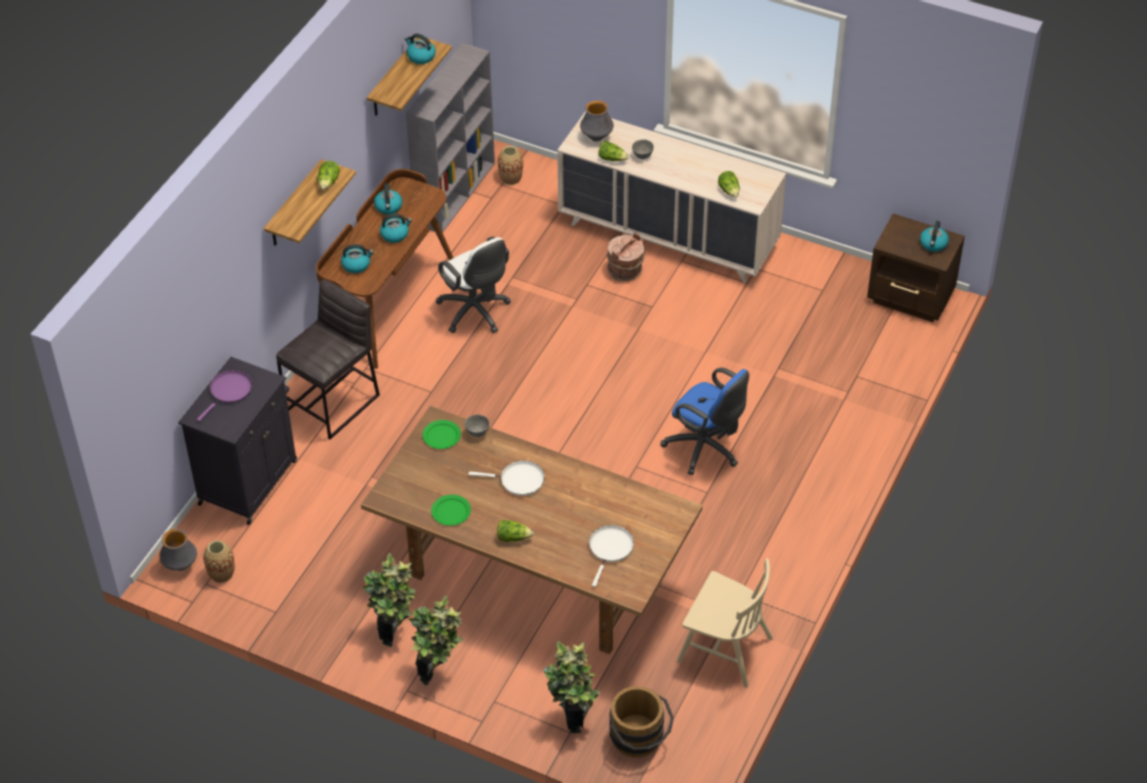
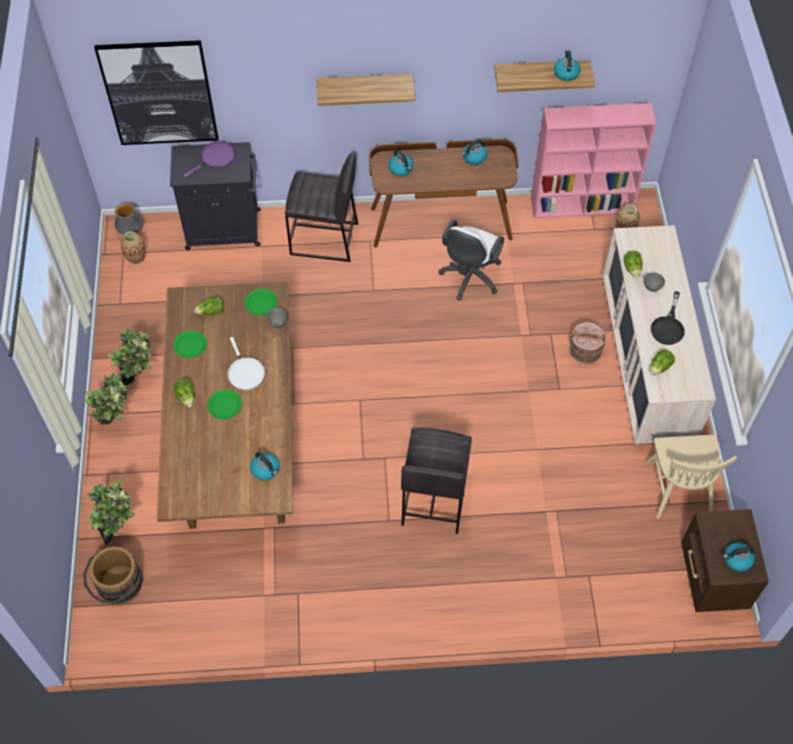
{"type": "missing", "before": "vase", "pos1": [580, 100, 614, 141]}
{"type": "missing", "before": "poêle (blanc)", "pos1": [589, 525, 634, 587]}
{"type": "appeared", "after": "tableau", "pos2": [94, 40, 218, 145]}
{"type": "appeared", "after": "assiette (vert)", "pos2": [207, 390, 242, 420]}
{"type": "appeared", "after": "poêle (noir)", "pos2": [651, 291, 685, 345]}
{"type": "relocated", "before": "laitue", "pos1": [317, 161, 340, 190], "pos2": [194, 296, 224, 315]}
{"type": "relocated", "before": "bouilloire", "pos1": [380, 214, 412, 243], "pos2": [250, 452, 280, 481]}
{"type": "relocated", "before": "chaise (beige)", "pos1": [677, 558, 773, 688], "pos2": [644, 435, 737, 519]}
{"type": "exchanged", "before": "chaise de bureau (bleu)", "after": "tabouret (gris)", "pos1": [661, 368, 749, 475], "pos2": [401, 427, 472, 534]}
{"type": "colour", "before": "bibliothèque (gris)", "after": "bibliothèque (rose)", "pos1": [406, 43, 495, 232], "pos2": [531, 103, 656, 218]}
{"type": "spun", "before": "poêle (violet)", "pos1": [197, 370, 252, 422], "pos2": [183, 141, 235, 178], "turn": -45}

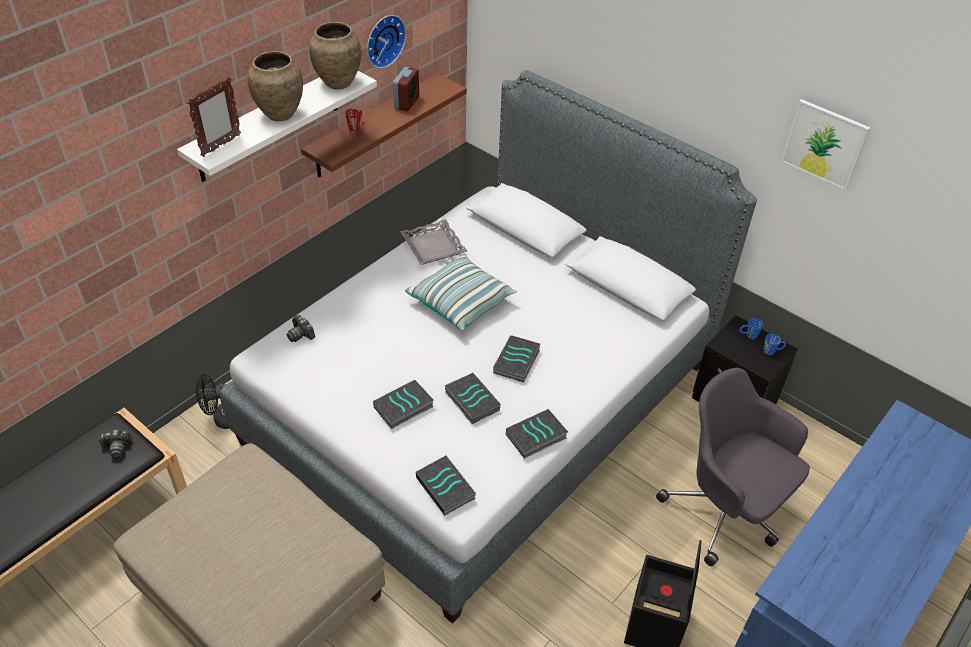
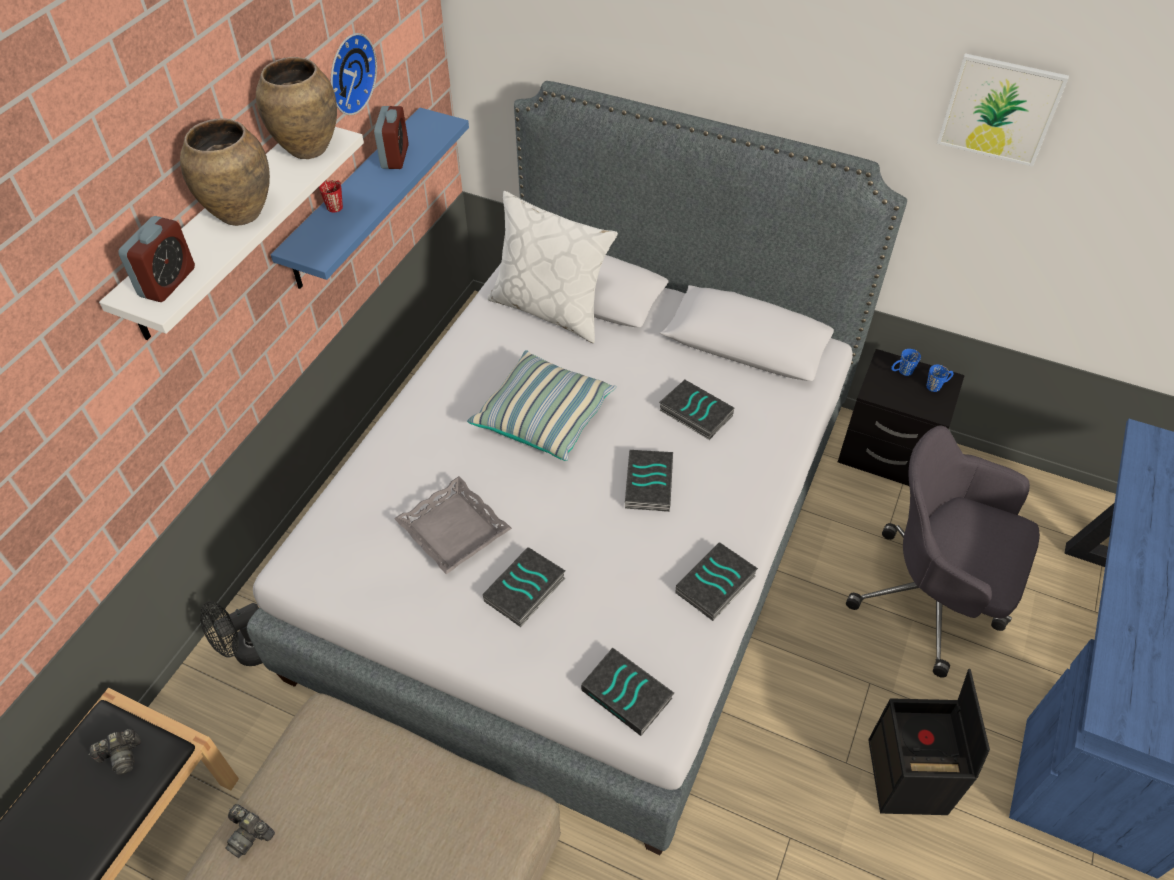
{"type": "appeared", "after": "coussin (blanc)", "pos2": [488, 191, 618, 343]}
{"type": "relocated", "before": "appareil photo", "pos1": [287, 315, 315, 342], "pos2": [225, 804, 275, 858]}
{"type": "relocated", "before": "plateau (gris)", "pos1": [400, 219, 467, 265], "pos2": [394, 476, 512, 574]}
{"type": "relocated", "before": "livre", "pos1": [444, 373, 501, 424], "pos2": [659, 380, 734, 440]}
{"type": "exchanged", "before": "cadre photo", "after": "réveil", "pos1": [187, 77, 241, 157], "pos2": [118, 216, 195, 302]}
{"type": "colour", "before": "étagère (marron)", "after": "étagère (bleu)", "pos1": [301, 74, 467, 178], "pos2": [271, 107, 469, 289]}

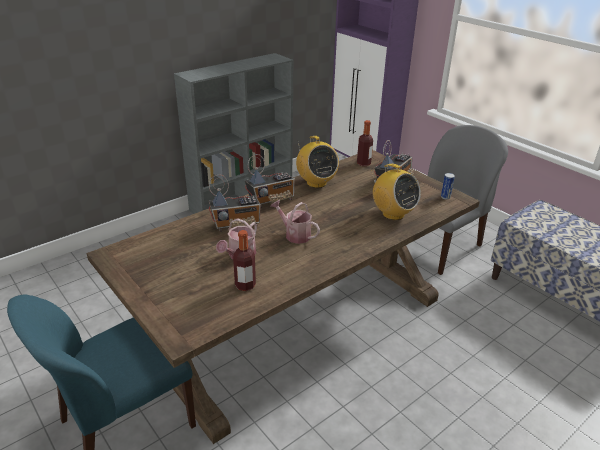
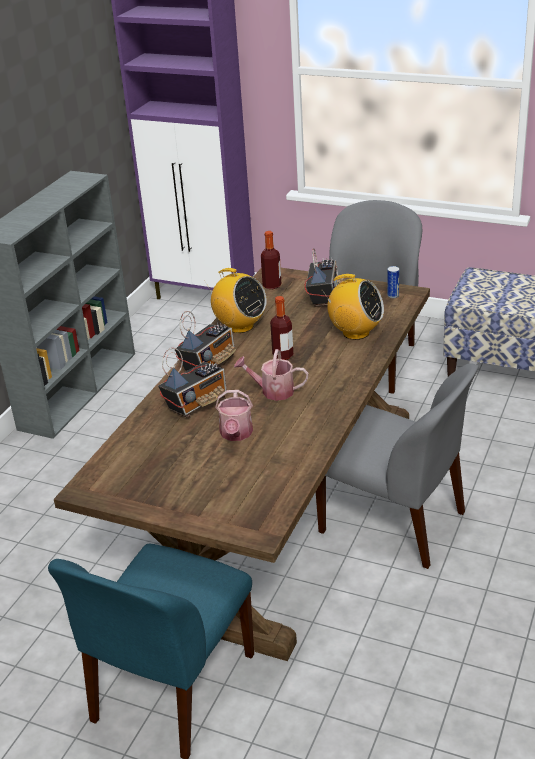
{"type": "appeared", "after": "chaise (gris)", "pos2": [316, 363, 479, 569]}
{"type": "relocated", "before": "bouteille", "pos1": [233, 230, 256, 291], "pos2": [270, 296, 293, 360]}

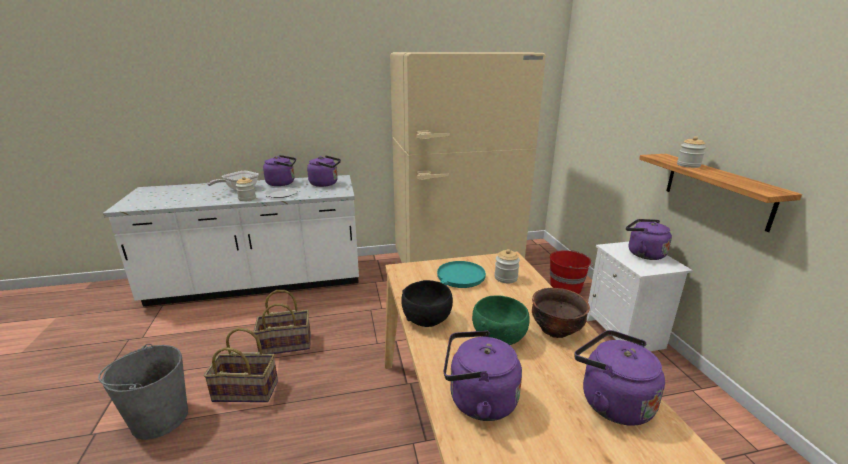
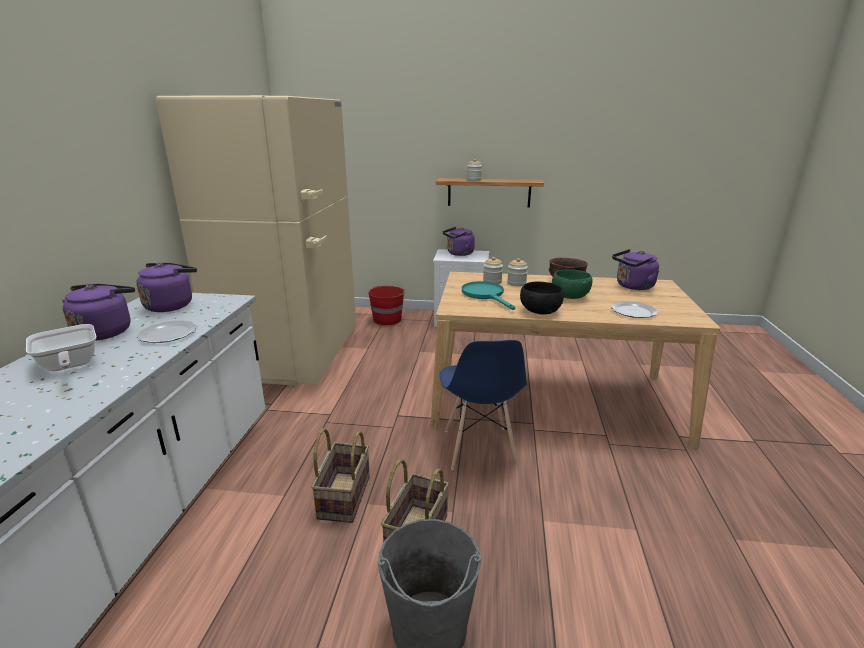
{"type": "appeared", "after": "chaise (bleu)", "pos2": [439, 340, 527, 470]}
{"type": "relocated", "before": "bocal", "pos1": [236, 177, 256, 201], "pos2": [507, 258, 528, 286]}
{"type": "exchanged", "before": "bouilloire (violet)", "after": "assiette", "pos1": [444, 331, 522, 421], "pos2": [611, 301, 658, 318]}

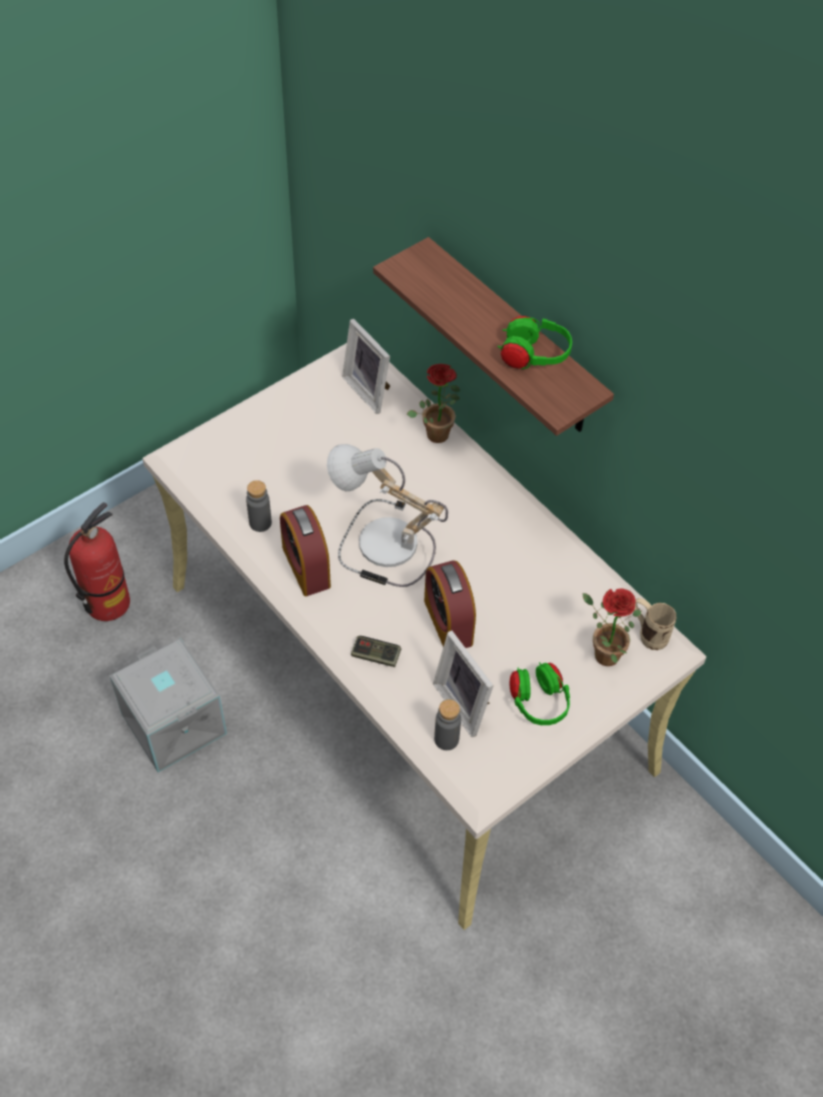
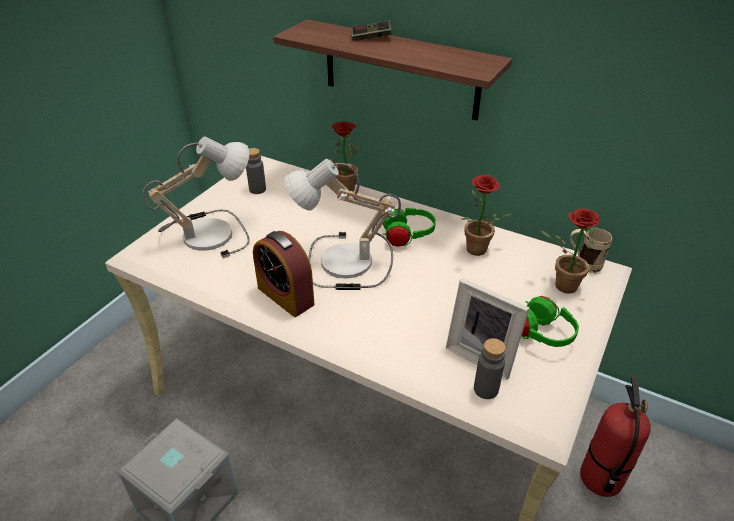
{"type": "missing", "before": "cadre photo", "pos1": [342, 319, 390, 414]}
{"type": "missing", "before": "réveil", "pos1": [424, 561, 476, 648]}
{"type": "appeared", "after": "lampe de table", "pos2": [143, 136, 250, 258]}
{"type": "appeared", "after": "plante en pot", "pos2": [462, 175, 513, 256]}
{"type": "relocated", "before": "extincteur", "pos1": [64, 502, 130, 621], "pos2": [580, 375, 651, 497]}
{"type": "relocated", "before": "bouteille (gris)", "pos1": [246, 480, 272, 532], "pos2": [246, 148, 266, 194]}
{"type": "relocated", "before": "manette", "pos1": [351, 636, 401, 667], "pos2": [351, 21, 392, 41]}
{"type": "relocated", "before": "casque audio (vert)", "pos1": [497, 316, 572, 369], "pos2": [382, 208, 436, 247]}

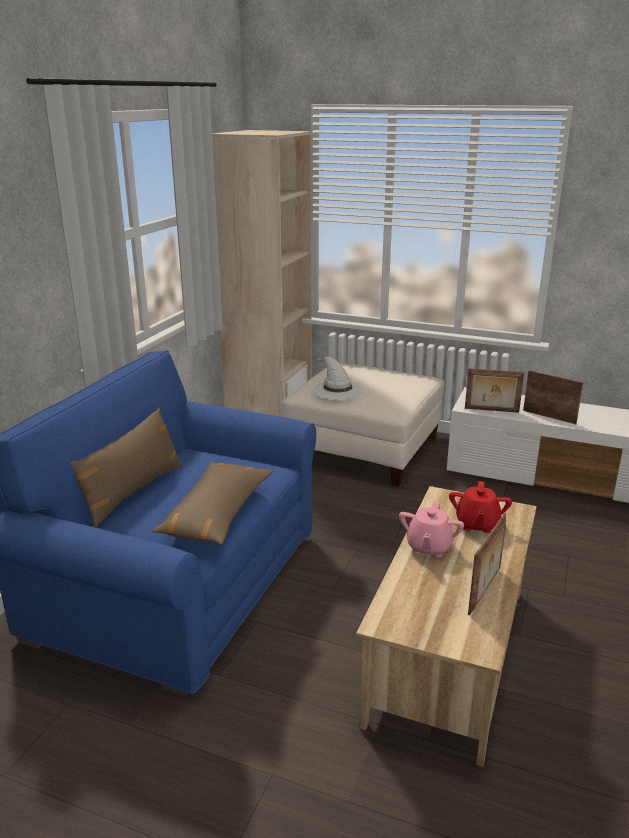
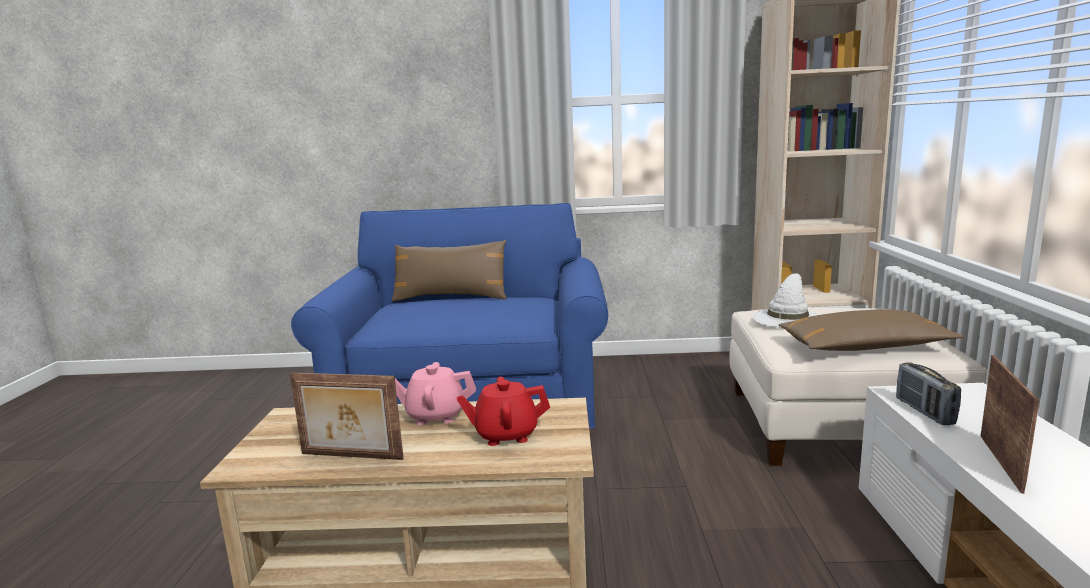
{"type": "relocated", "before": "coussin (marron)", "pos1": [152, 462, 273, 545], "pos2": [779, 309, 963, 351]}
{"type": "exchanged", "before": "cadre photo", "after": "radio", "pos1": [465, 368, 524, 413], "pos2": [896, 362, 961, 425]}

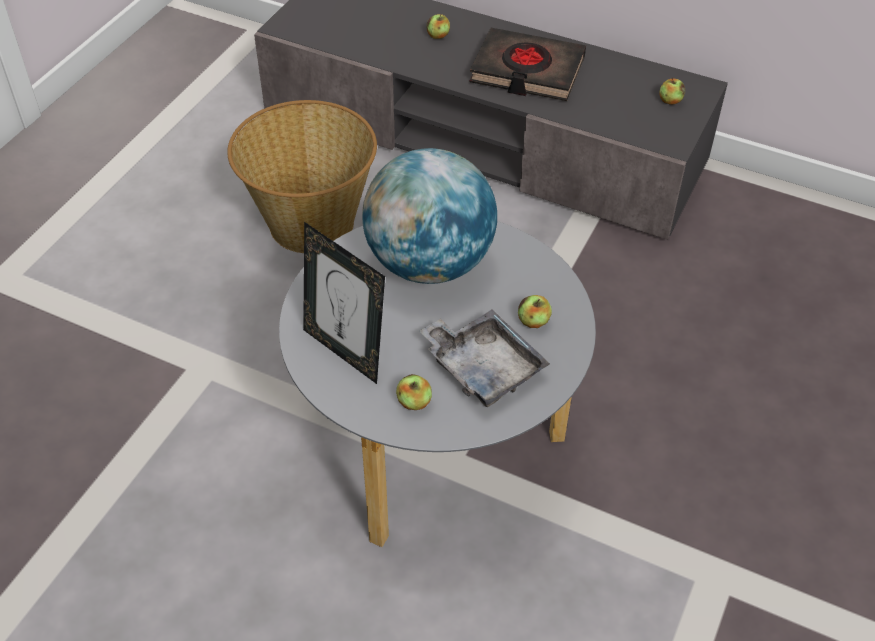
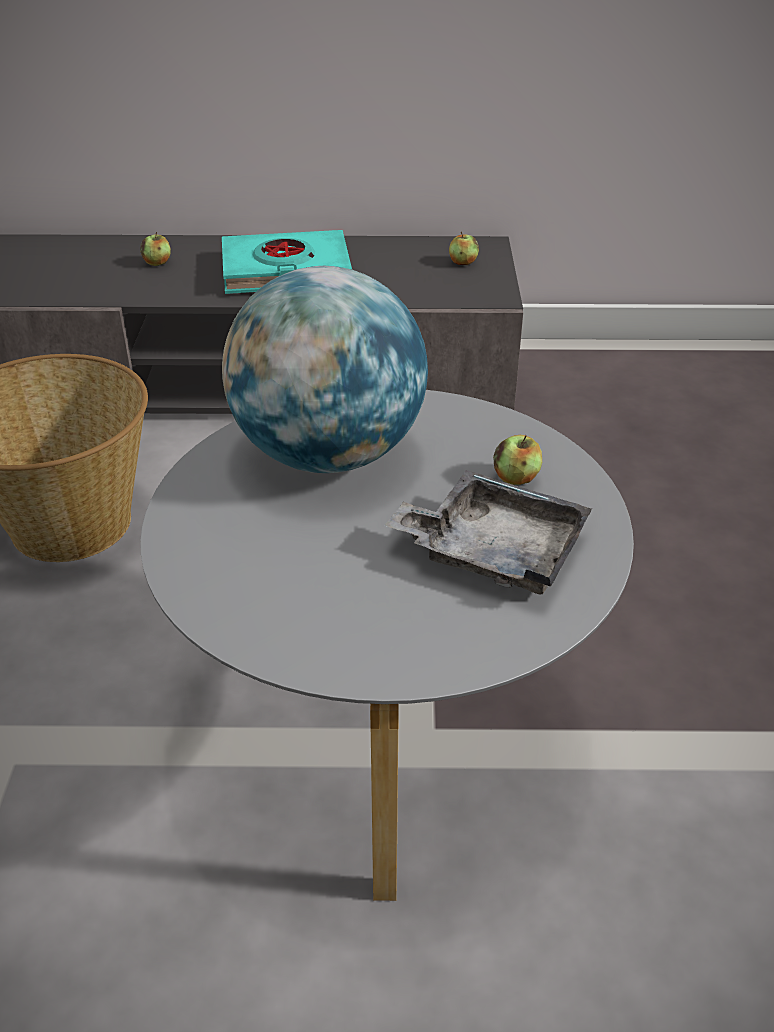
{"type": "missing", "before": "cadre photo", "pos1": [303, 222, 385, 384]}
{"type": "missing", "before": "pomme", "pos1": [396, 374, 432, 410]}
{"type": "colour", "before": "livre (noir)", "after": "livre (turquoise)", "pos1": [470, 28, 586, 101], "pos2": [222, 230, 352, 294]}

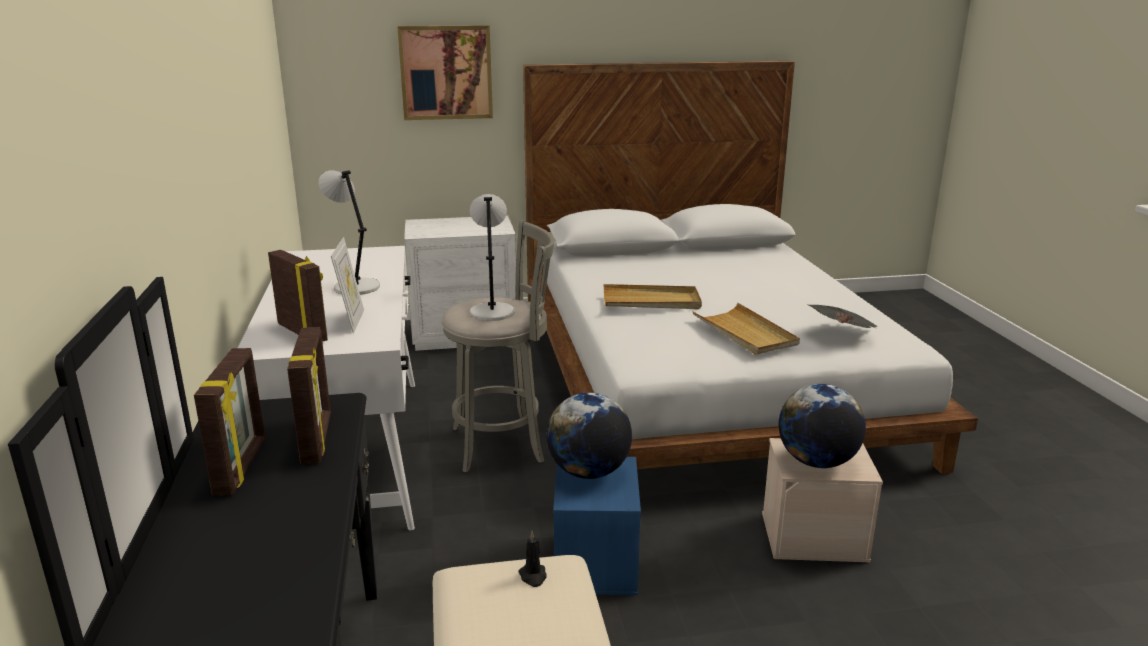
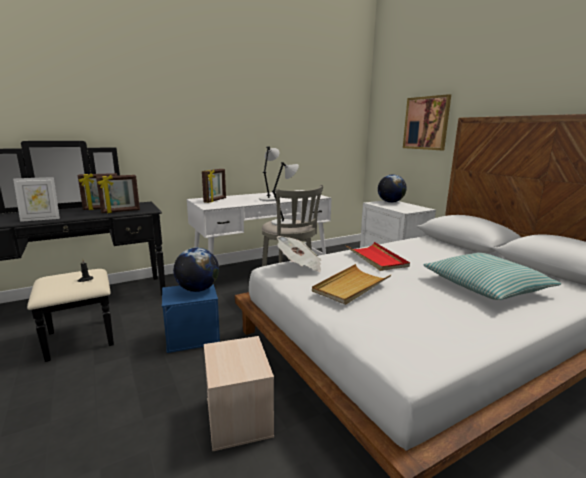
{"type": "appeared", "after": "coussin", "pos2": [424, 253, 561, 300]}
{"type": "relocated", "before": "cadre photo", "pos1": [331, 237, 364, 333], "pos2": [13, 177, 60, 222]}
{"type": "relocated", "before": "globe", "pos1": [779, 384, 866, 468], "pos2": [378, 174, 407, 203]}
{"type": "relocated", "before": "journal", "pos1": [809, 305, 877, 328], "pos2": [277, 236, 321, 271]}
{"type": "colour", "before": "plateau (beige)", "after": "plateau (rouge)", "pos1": [604, 284, 702, 309], "pos2": [346, 242, 410, 271]}

